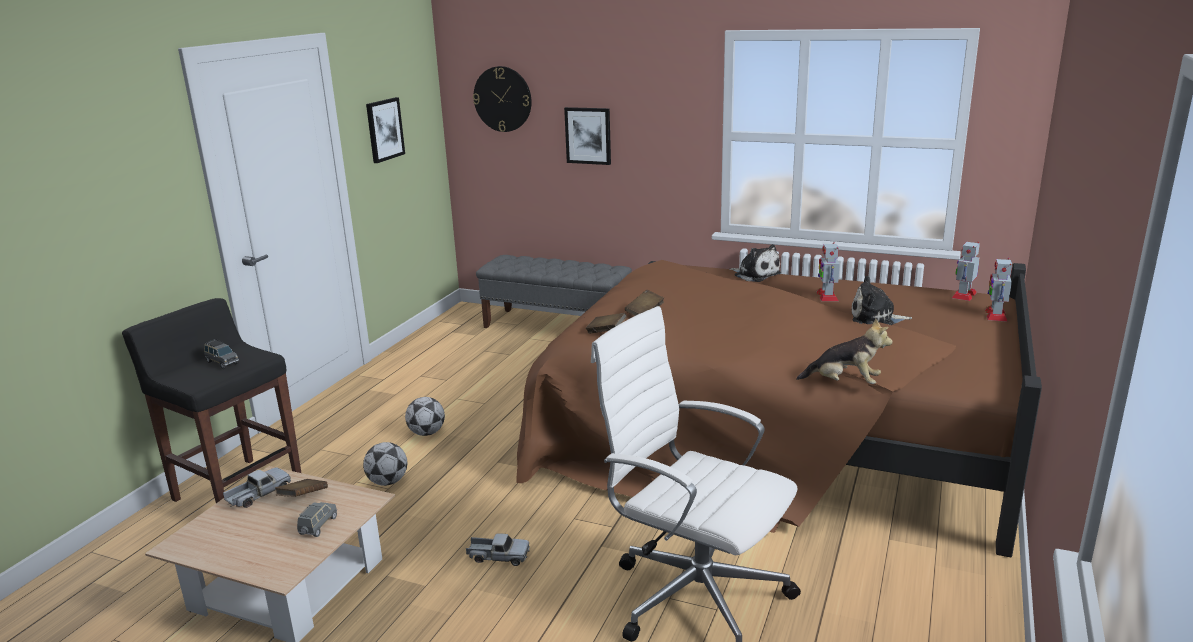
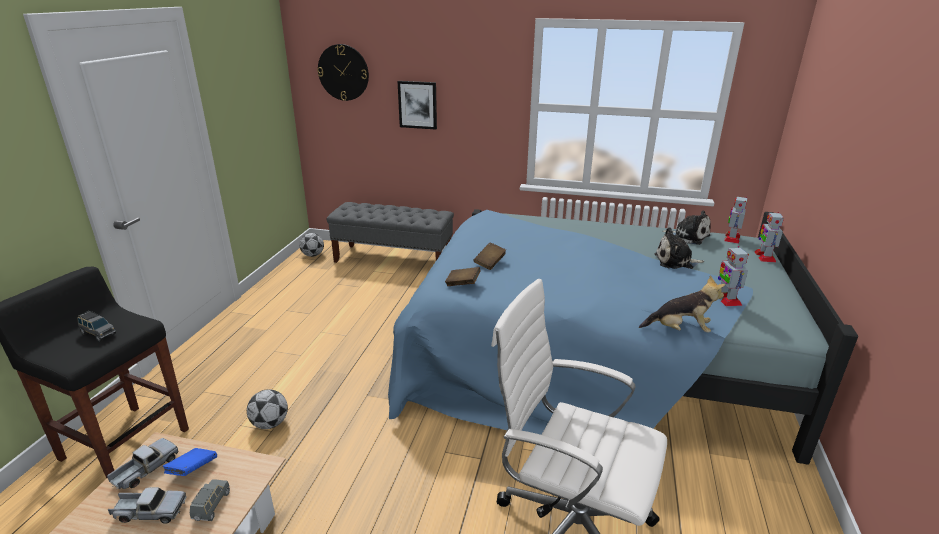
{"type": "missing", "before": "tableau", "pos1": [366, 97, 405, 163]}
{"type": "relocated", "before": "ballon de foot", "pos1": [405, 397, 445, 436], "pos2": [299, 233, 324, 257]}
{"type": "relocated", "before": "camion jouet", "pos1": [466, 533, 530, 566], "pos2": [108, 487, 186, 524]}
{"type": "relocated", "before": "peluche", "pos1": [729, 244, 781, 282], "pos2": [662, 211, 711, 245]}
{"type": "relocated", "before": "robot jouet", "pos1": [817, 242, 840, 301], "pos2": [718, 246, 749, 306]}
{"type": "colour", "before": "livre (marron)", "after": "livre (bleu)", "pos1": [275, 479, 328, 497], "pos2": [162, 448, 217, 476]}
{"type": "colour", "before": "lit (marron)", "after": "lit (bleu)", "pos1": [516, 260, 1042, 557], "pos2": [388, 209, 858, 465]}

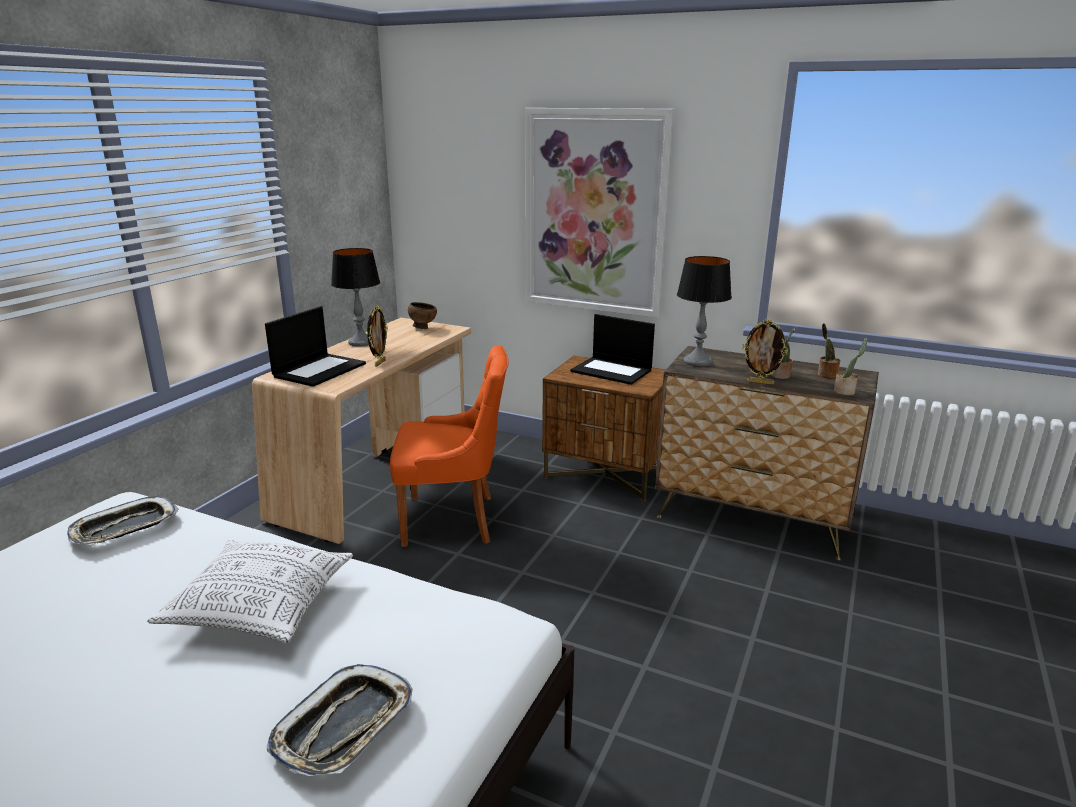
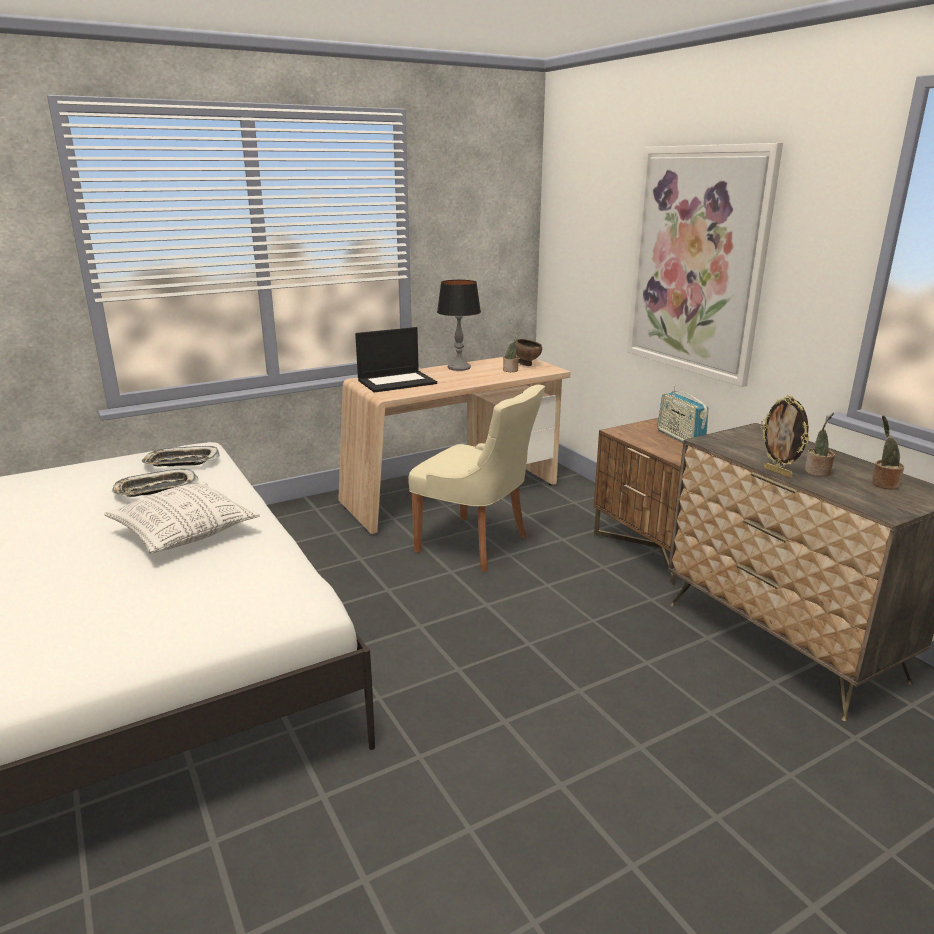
{"type": "missing", "before": "cadre photo", "pos1": [367, 305, 388, 367]}
{"type": "missing", "before": "lampe de table", "pos1": [677, 256, 732, 367]}
{"type": "relocated", "before": "plateau", "pos1": [267, 664, 412, 776], "pos2": [112, 468, 198, 497]}
{"type": "relocated", "before": "plante en pot", "pos1": [834, 337, 868, 395], "pos2": [503, 329, 520, 372]}
{"type": "exchanged", "before": "ordinateur portable", "after": "radio", "pos1": [570, 314, 655, 385], "pos2": [657, 385, 709, 443]}
{"type": "colour", "before": "chaise (orange)", "after": "chaise (beige)", "pos1": [390, 345, 509, 547], "pos2": [408, 385, 545, 572]}

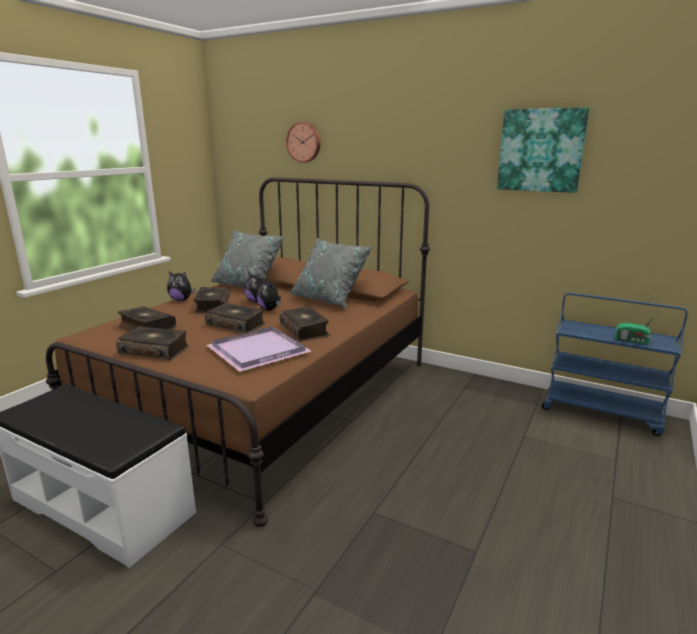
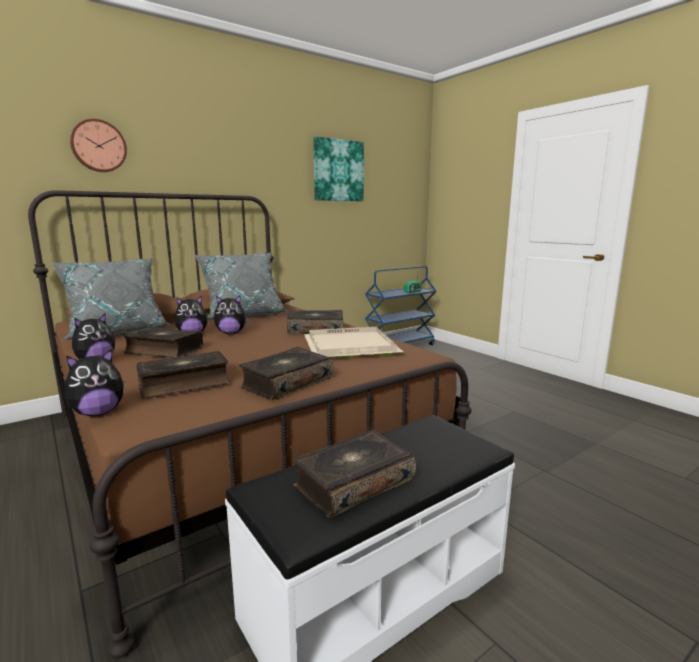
{"type": "appeared", "after": "peluche", "pos2": [64, 349, 125, 416]}
{"type": "relocated", "before": "livre", "pos1": [205, 303, 265, 334], "pos2": [293, 430, 416, 518]}
{"type": "colour", "before": "plateau (violet)", "after": "plateau (beige)", "pos1": [207, 327, 311, 372], "pos2": [304, 327, 403, 358]}

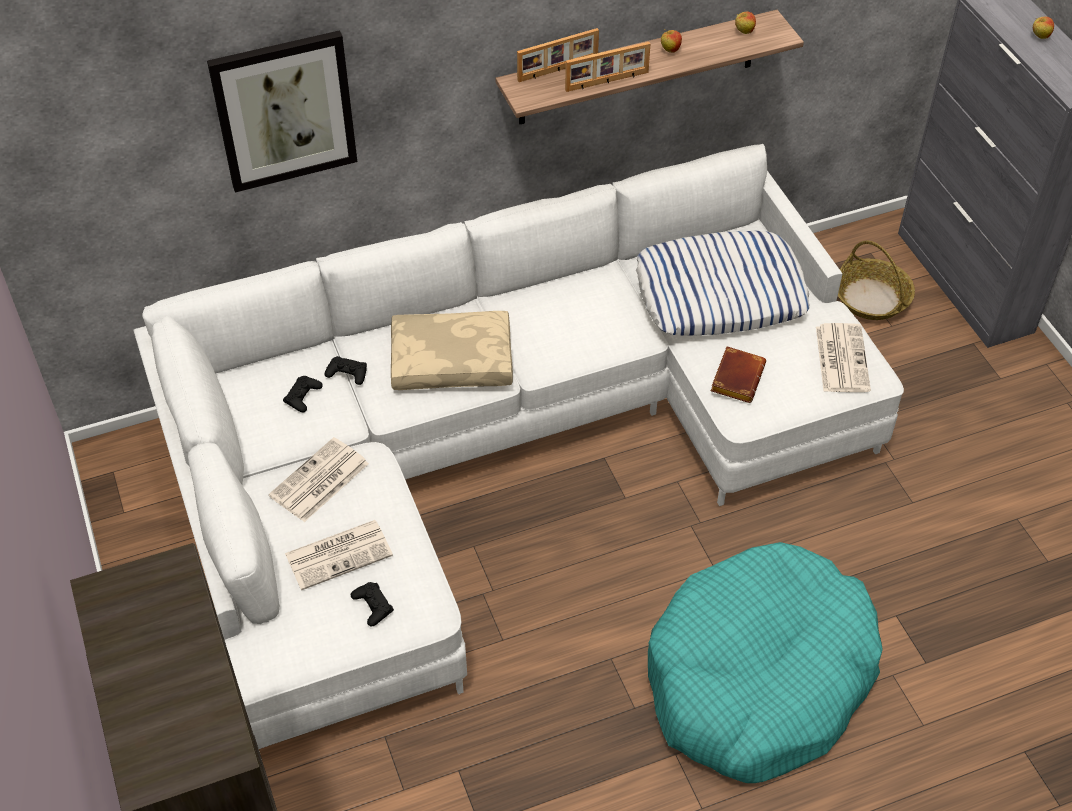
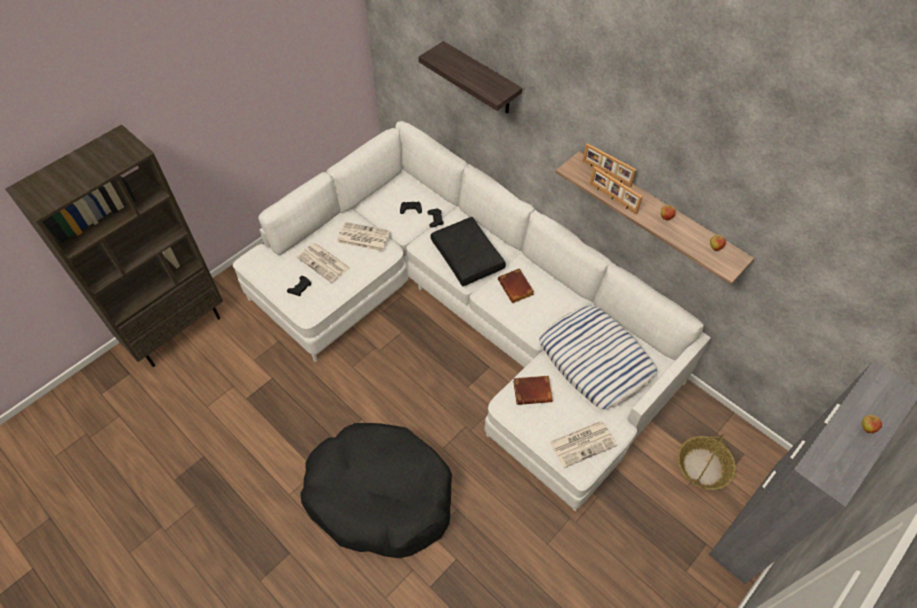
{"type": "appeared", "after": "livre (marron)", "pos2": [498, 268, 534, 303]}
{"type": "exchanged", "before": "tableau", "after": "étagère", "pos1": [207, 30, 357, 192], "pos2": [418, 41, 522, 114]}
{"type": "colour", "before": "coussin (beige)", "after": "coussin (noir)", "pos1": [391, 311, 513, 390], "pos2": [430, 217, 506, 286]}
{"type": "colour", "before": "panier pour chien (turquoise)", "after": "panier pour chien (noir)", "pos1": [648, 542, 883, 783], "pos2": [300, 423, 452, 558]}

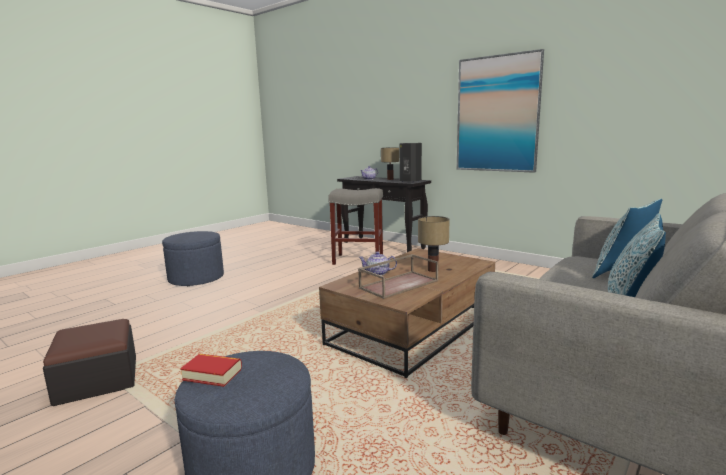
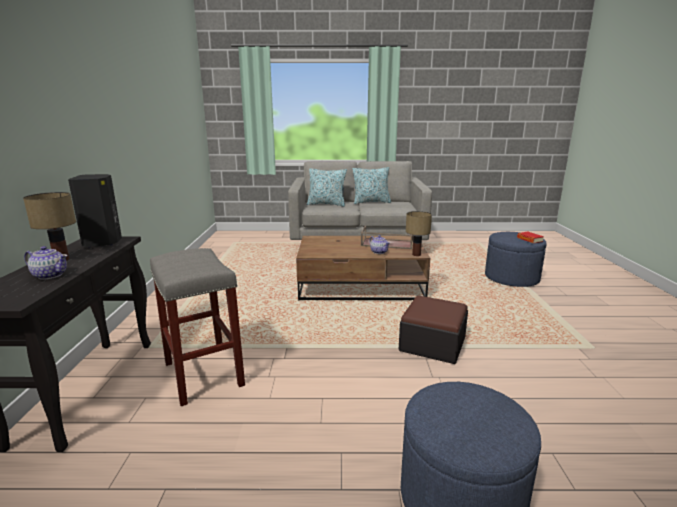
{"type": "missing", "before": "tableau", "pos1": [457, 49, 544, 173]}
{"type": "relocated", "before": "pouf", "pos1": [43, 319, 136, 406], "pos2": [399, 296, 468, 364]}
{"type": "relocated", "before": "lampe de table", "pos1": [418, 216, 450, 272], "pos2": [406, 211, 432, 256]}

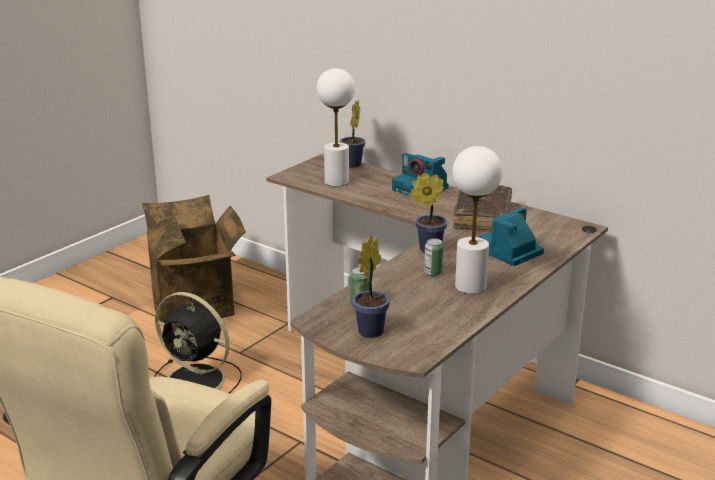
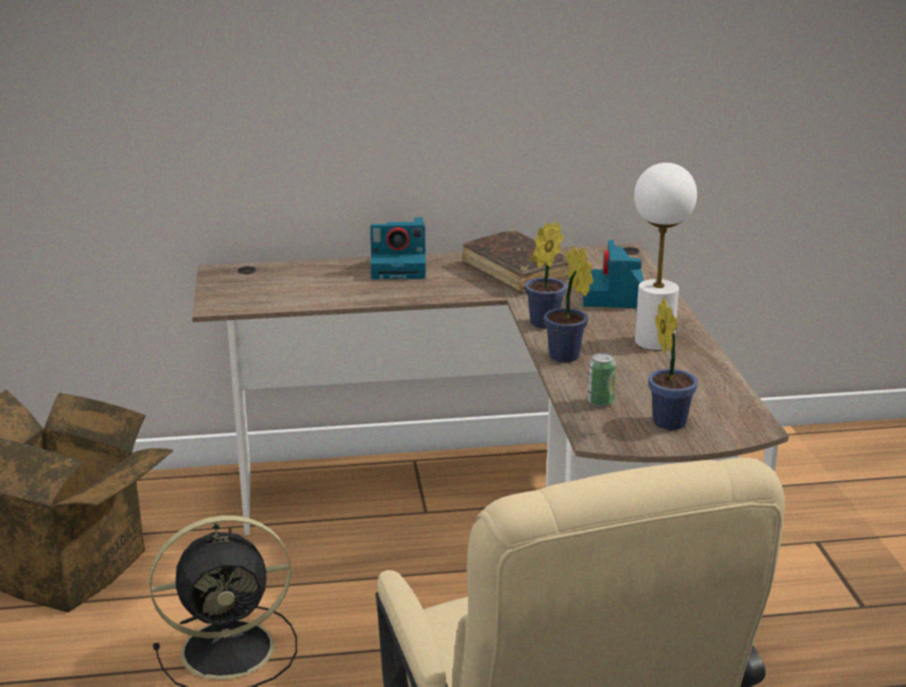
{"type": "missing", "before": "lampe de table (blanc)", "pos1": [317, 68, 355, 186]}
{"type": "missing", "before": "boîte métallique", "pos1": [424, 238, 444, 276]}
{"type": "relocated", "before": "plante en pot", "pos1": [340, 100, 365, 168], "pos2": [544, 246, 593, 362]}

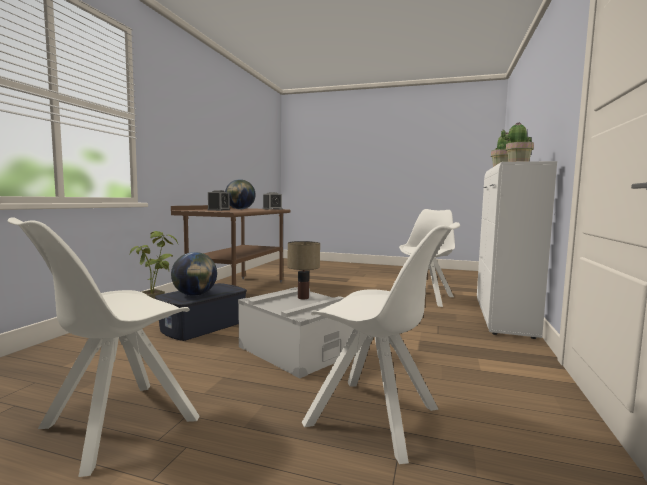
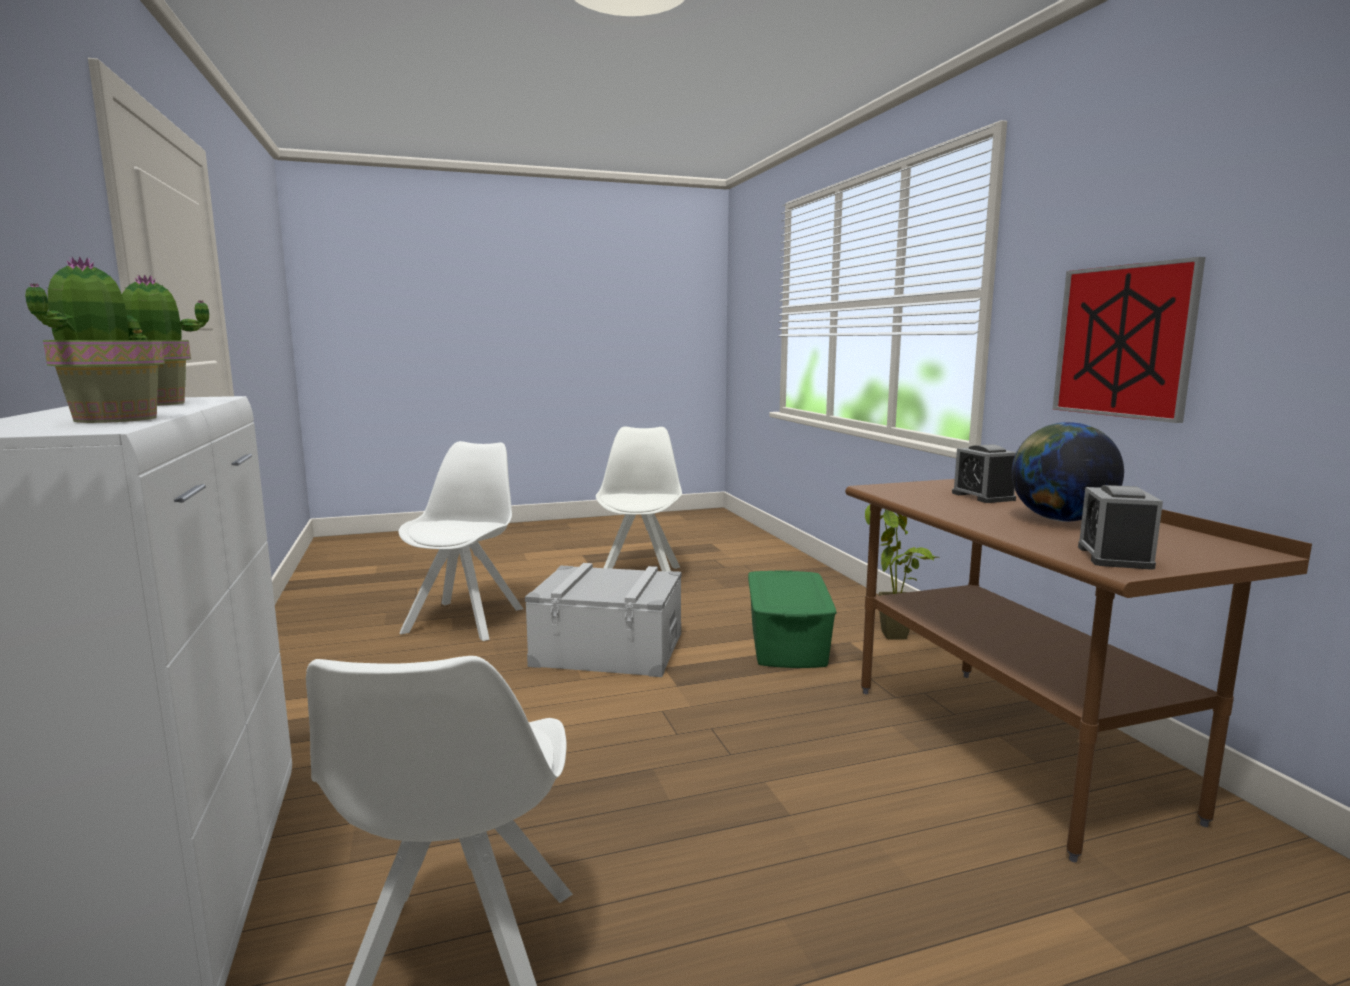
{"type": "missing", "before": "globe", "pos1": [171, 252, 217, 296]}
{"type": "missing", "before": "lampe de table", "pos1": [288, 241, 320, 299]}
{"type": "appeared", "after": "tableau", "pos2": [1053, 257, 1205, 423]}
{"type": "colour", "before": "boîte de rangement (bleu)", "after": "boîte de rangement (vert)", "pos1": [155, 283, 247, 341], "pos2": [748, 570, 836, 668]}
{"type": "spun", "before": "chaise (blanc)", "pos1": [302, 222, 460, 464], "pos2": [398, 441, 523, 641], "turn": 105}

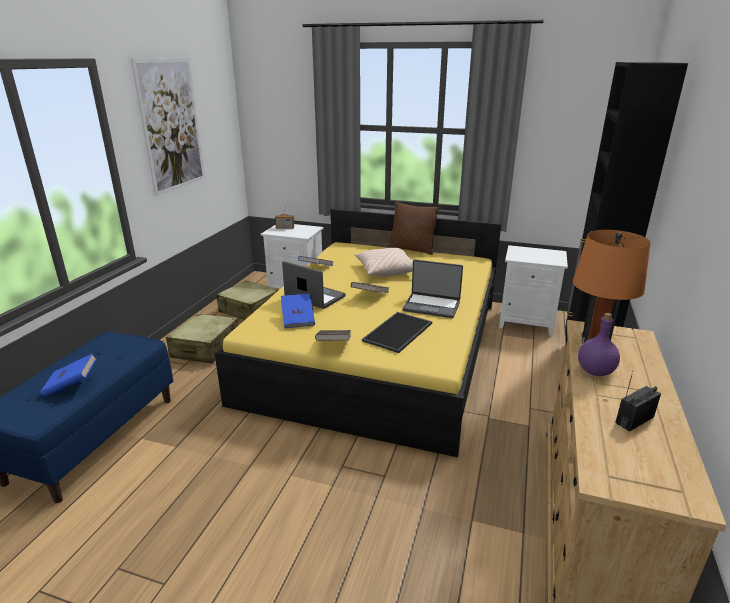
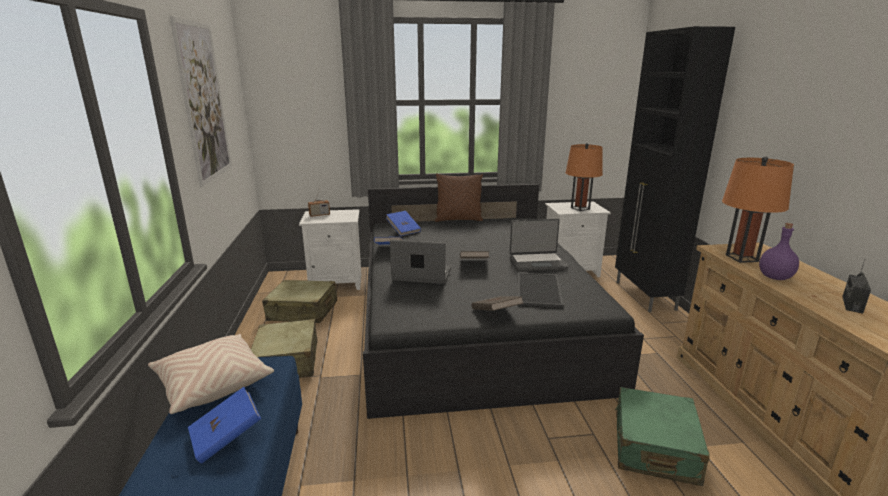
{"type": "appeared", "after": "lampe de table (orange)", "pos2": [566, 143, 603, 211]}
{"type": "appeared", "after": "valise (vert)", "pos2": [615, 387, 710, 486]}
{"type": "relocated", "before": "livre (bleu)", "pos1": [281, 294, 315, 328], "pos2": [386, 211, 421, 236]}
{"type": "relocated", "before": "coussin (beige)", "pos1": [354, 248, 413, 277], "pos2": [148, 334, 274, 414]}
{"type": "colour", "before": "lit (jaune)", "after": "lit (noir)", "pos1": [215, 209, 501, 457], "pos2": [363, 184, 644, 419]}

